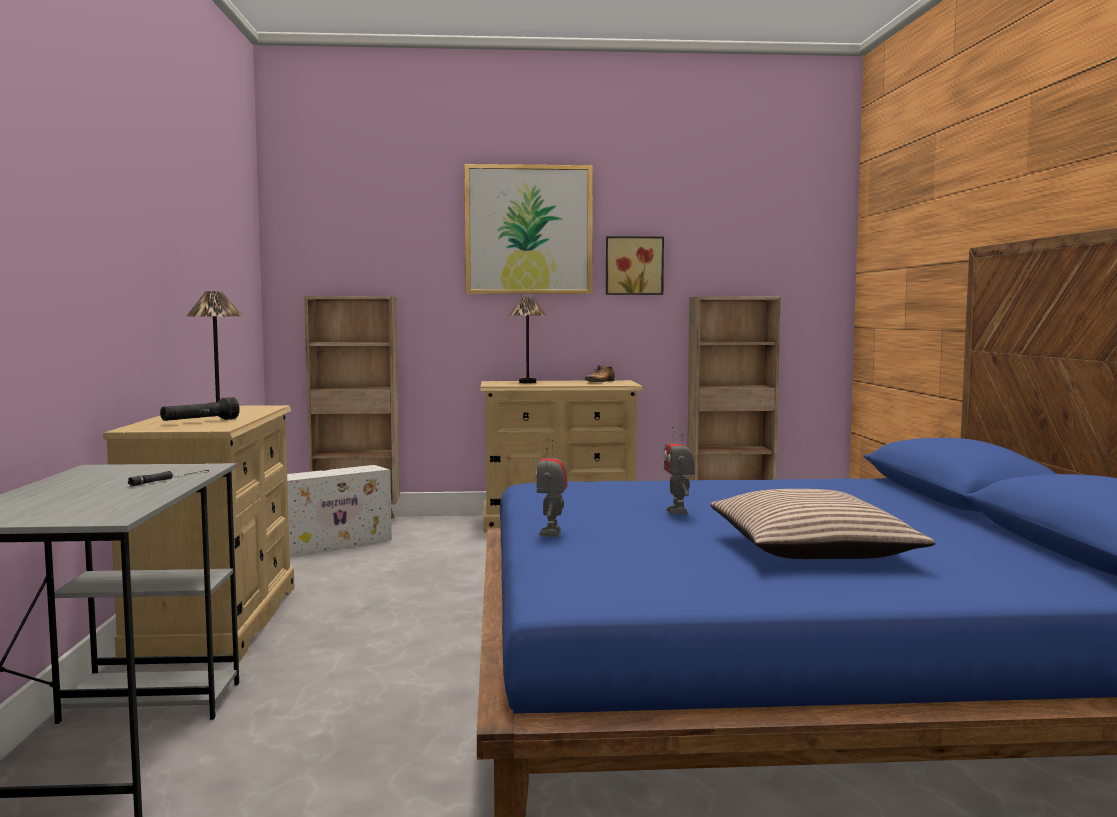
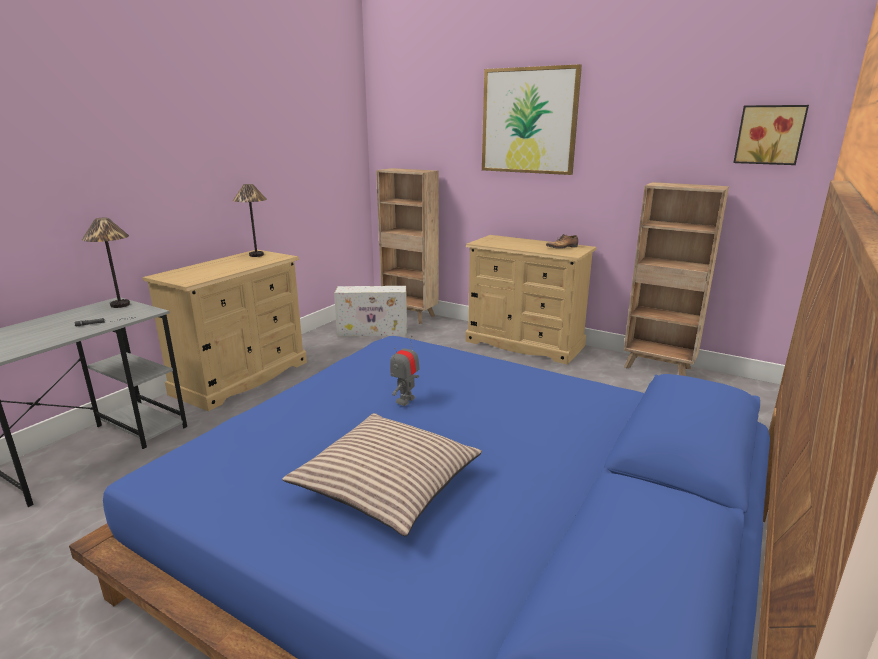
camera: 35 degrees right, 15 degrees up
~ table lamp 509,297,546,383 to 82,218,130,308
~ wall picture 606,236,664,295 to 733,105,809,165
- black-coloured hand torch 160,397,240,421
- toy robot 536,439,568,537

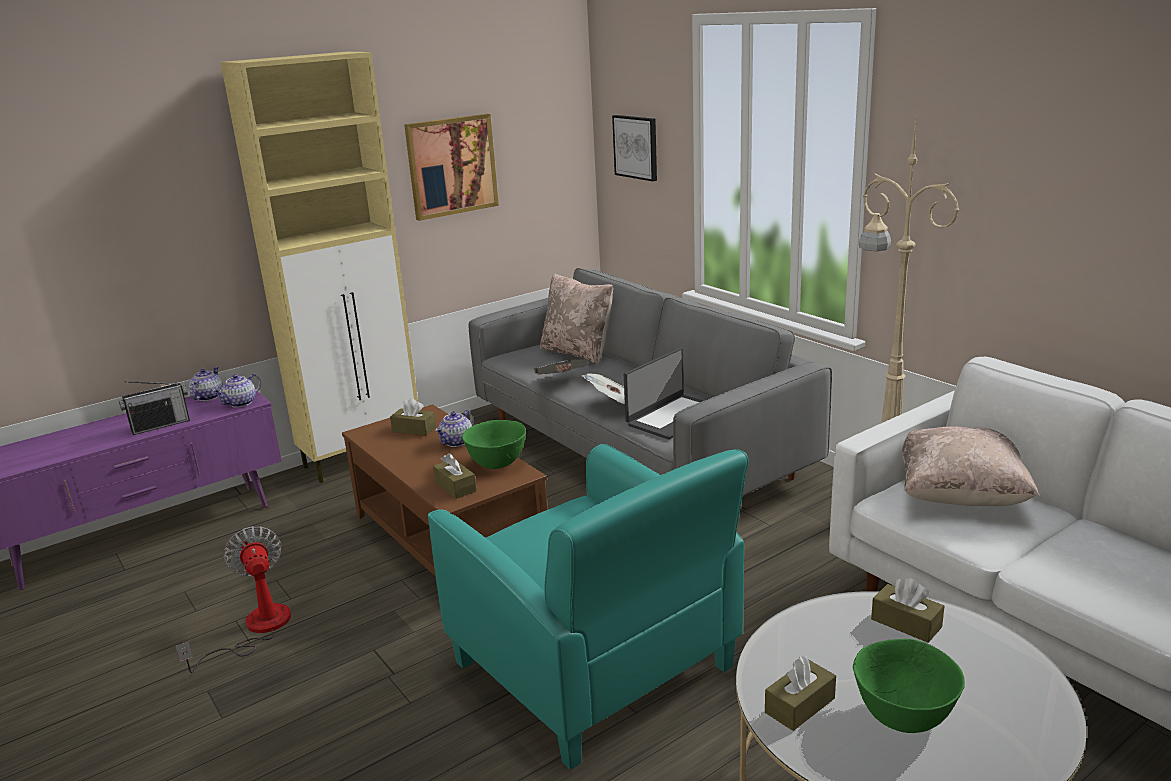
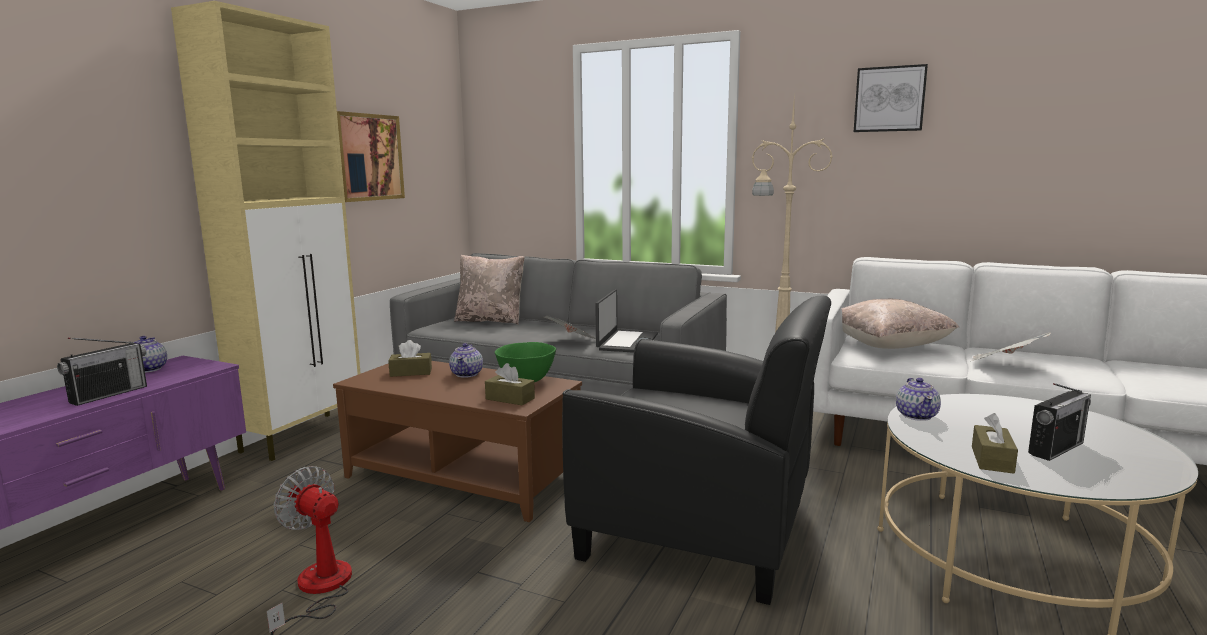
camera: 30 degrees left, 10 degrees down
~ turquoise-coloured armchair 428,444,749,770 to black-coloured armchair 562,295,831,605
~ wall picture 612,115,657,181 to 854,64,928,132
~ tea pot 213,374,261,408 to 896,378,941,421
~ daily paper 534,359,590,375 to 970,333,1051,362
~ green bowl 853,639,965,733 to radio 1028,383,1091,461
- brownish tissue holder 871,578,944,643

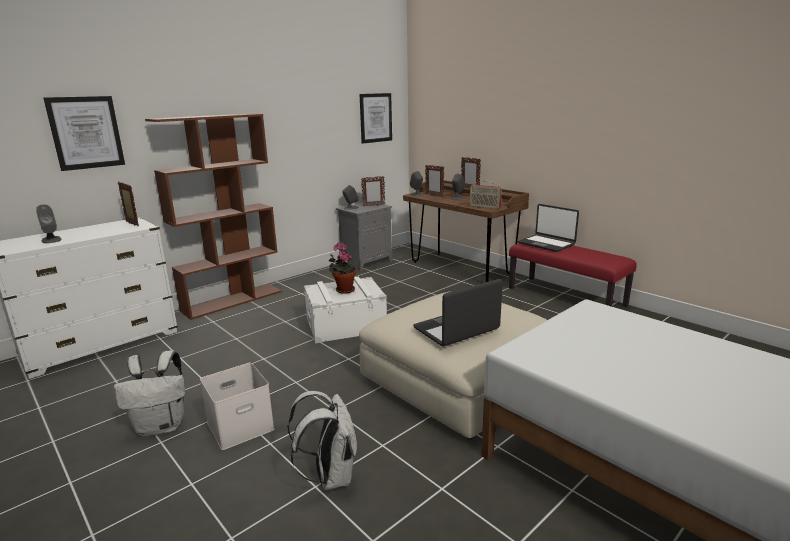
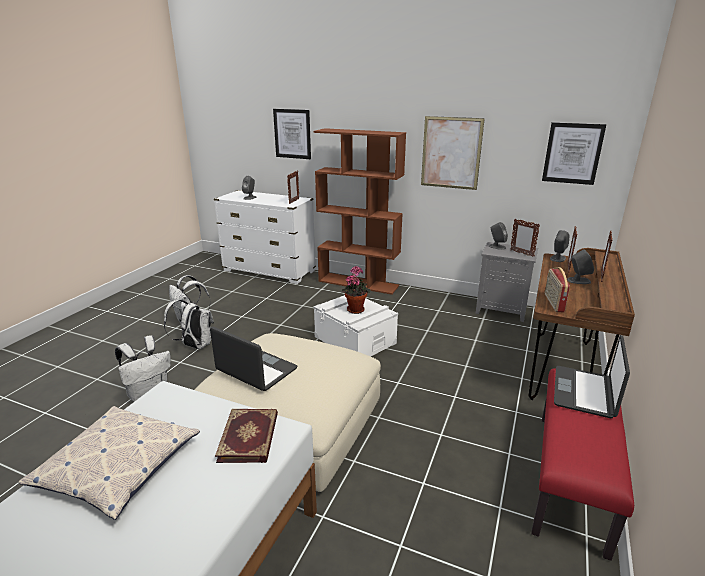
camera: 65 degrees right, 5 degrees up
+ throw pillow 18,406,200,520
~ whitish storage bin 200,363,274,450 to whitish knapsack 164,299,214,349
+ bound book 215,409,278,463
+ wall picture 421,116,485,190

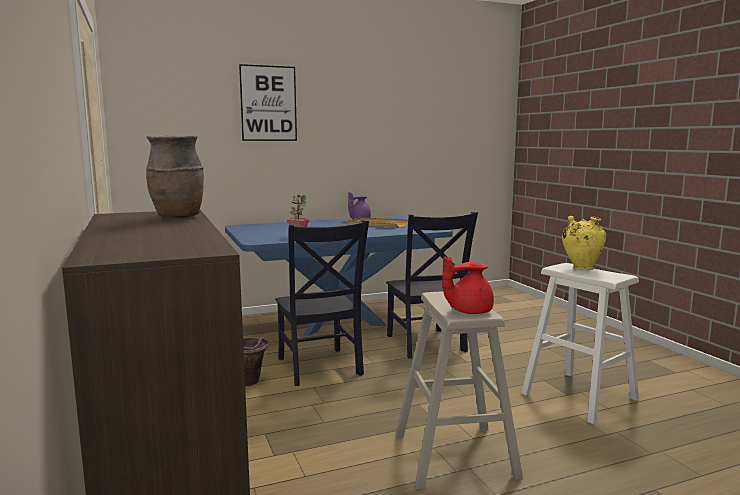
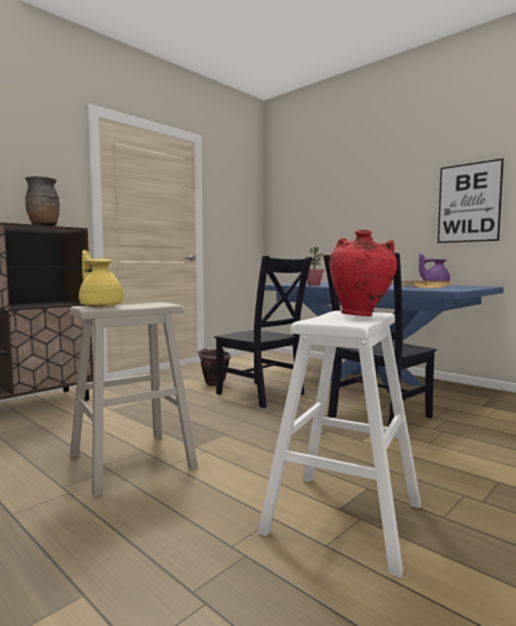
camera: 65 degrees right, 5 degrees down
~ red-coloured tea pot 442,256,494,314 to yellowish tea pot 79,250,123,307
~ black-coloured chair 275,220,369,386 = 214,256,312,408 90 degrees counterclockwise
~ yellowish vase 562,216,606,270 to red-coloured vase 330,230,397,316
~ wall picture 239,64,297,141 to 438,158,504,243

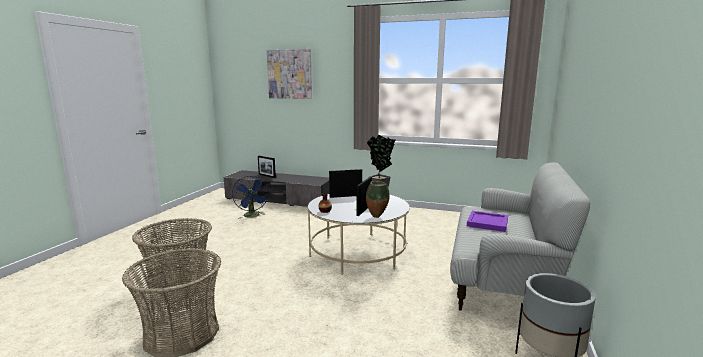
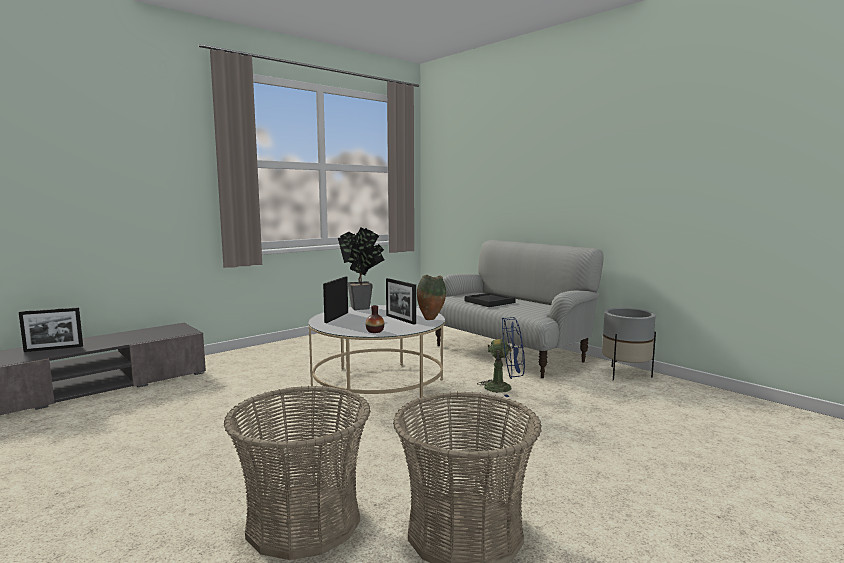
camera: 60 degrees left, 5 degrees down
~ purple-coloured carrying tray 467,211,508,232 to black-coloured carrying tray 465,292,516,307
~ bluish electric fan 232,176,269,219 to 477,317,525,397
- wall picture 267,49,312,99

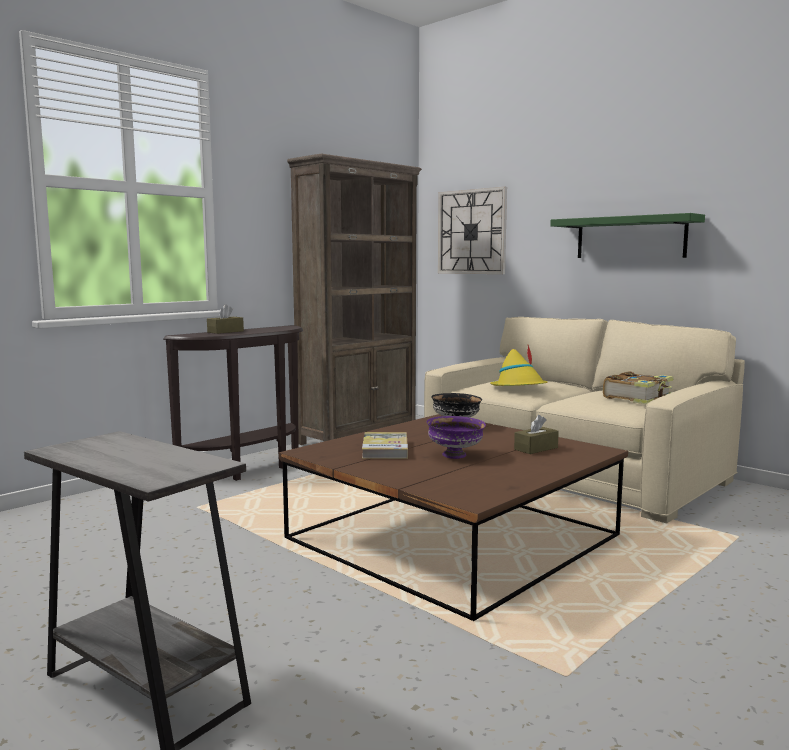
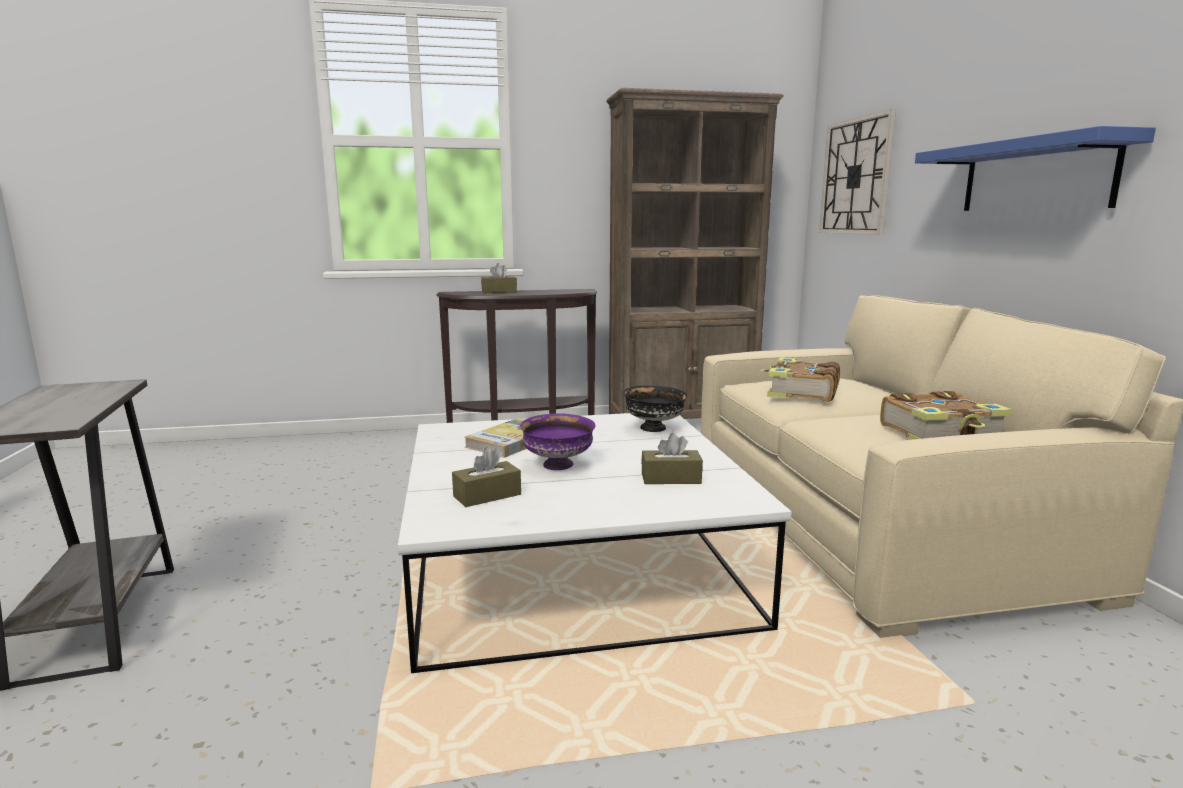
camera: 35 degrees right, 5 degrees up
~ brownish lounge table 279,414,628,621 to whitish lounge table 398,413,792,673
+ brownish tissue holder 452,447,521,507
~ yellowish wearable hat 490,345,547,386 to bound book 760,357,840,402
~ green bracket shelf 550,213,705,258 to bluish bracket shelf 915,126,1156,211

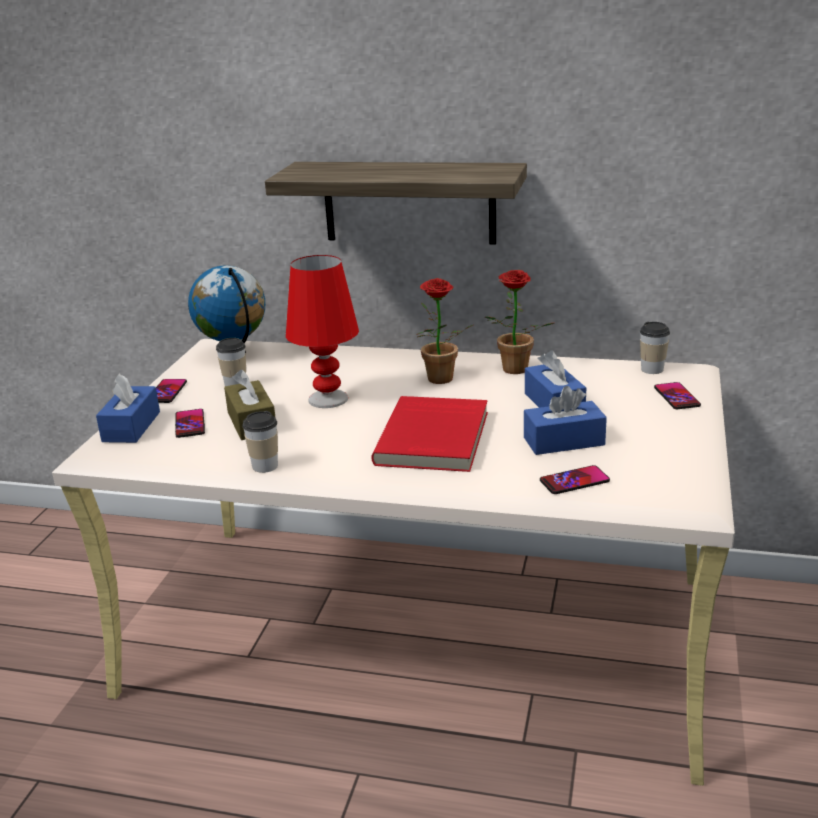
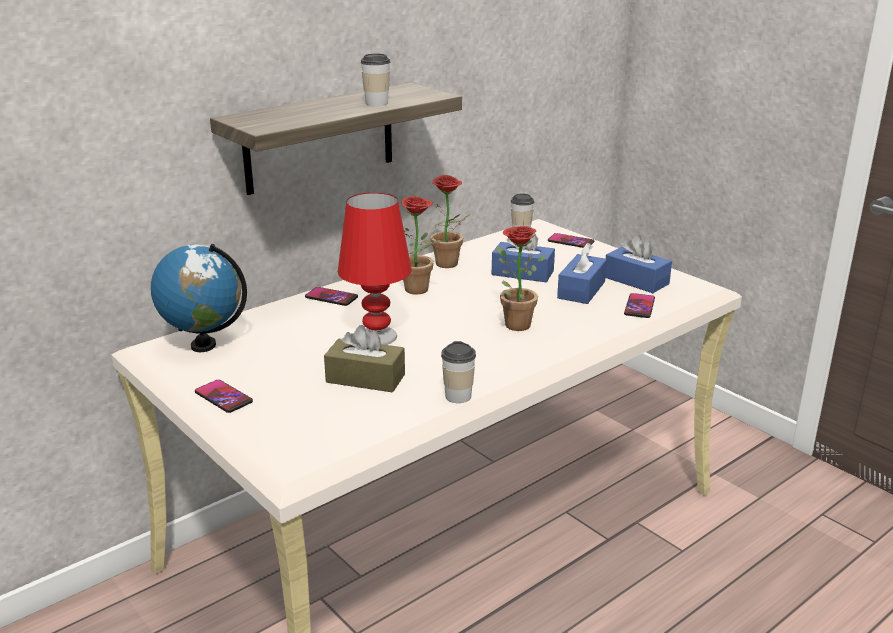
camera: 55 degrees left, 0 degrees up
~ phone 175,409,205,438 to 305,287,358,306
~ drinking cup 216,338,246,386 to 361,53,390,106
~ red-coloured bound book 371,396,488,472 to potted plant 496,226,546,331
~ bluish tissue holder 96,373,160,443 to 605,235,672,293

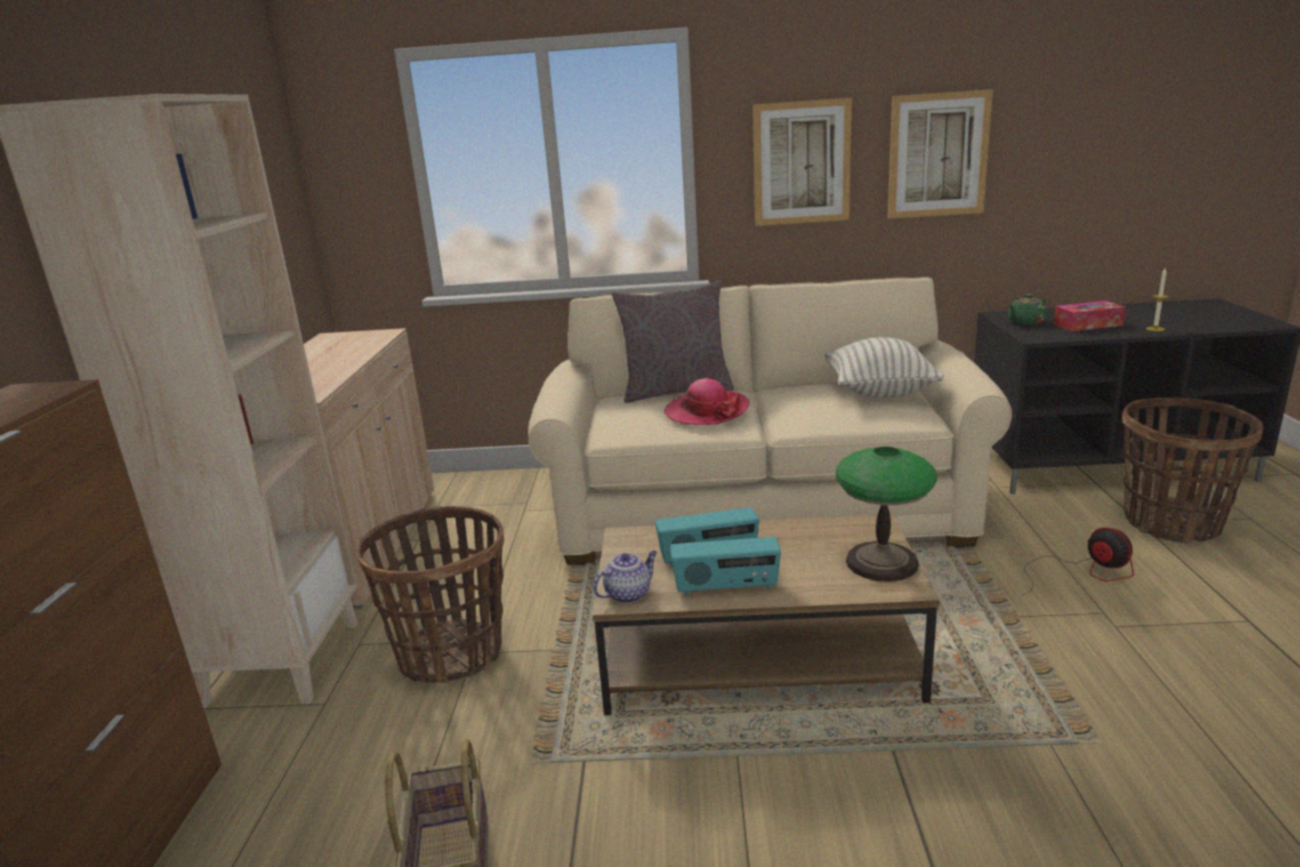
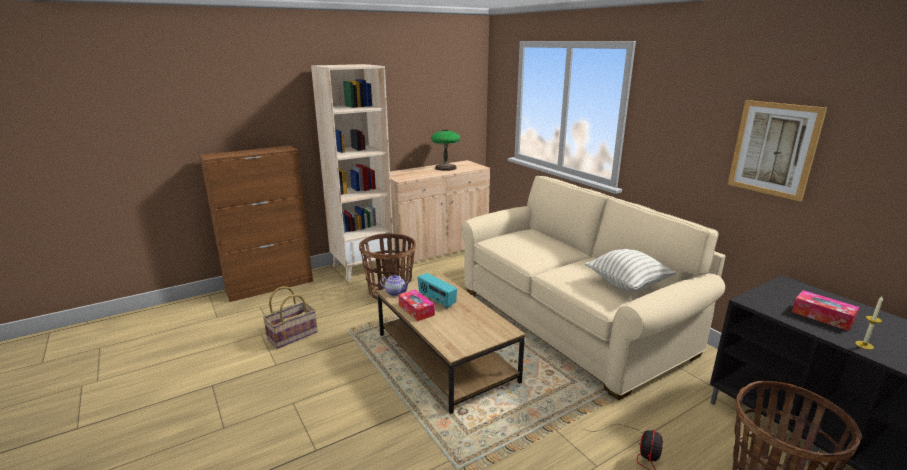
camera: 55 degrees right, 0 degrees up
~ radio 670,537,781,596 to tissue holder 398,290,435,321
~ table lamp 836,447,937,582 to 431,130,461,171
- greyish throw pillow 612,280,734,403
- wearable hat 664,378,750,425
- wall picture 753,98,852,226
- green tea pot 1008,294,1047,325

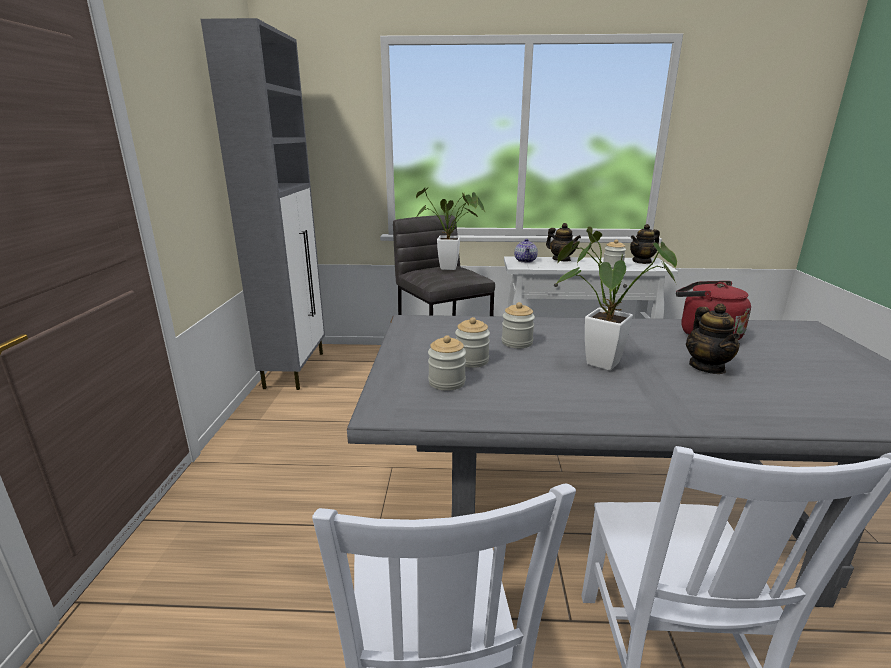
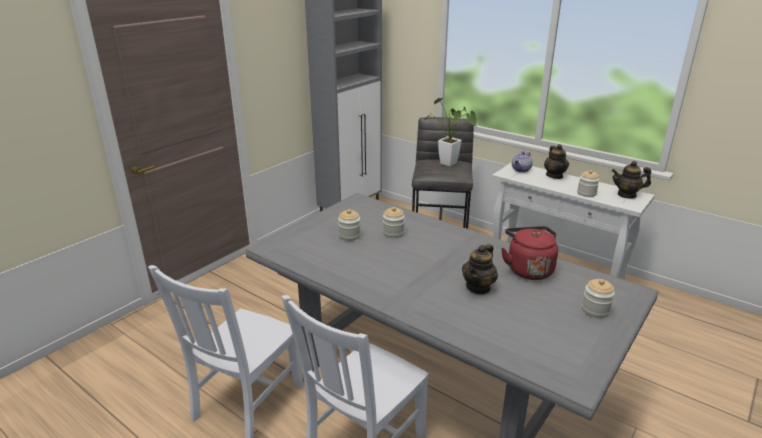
camera: 35 degrees right, 5 degrees up
~ storage jar 428,335,466,391 to 582,279,615,318
- potted plant 556,227,677,371

